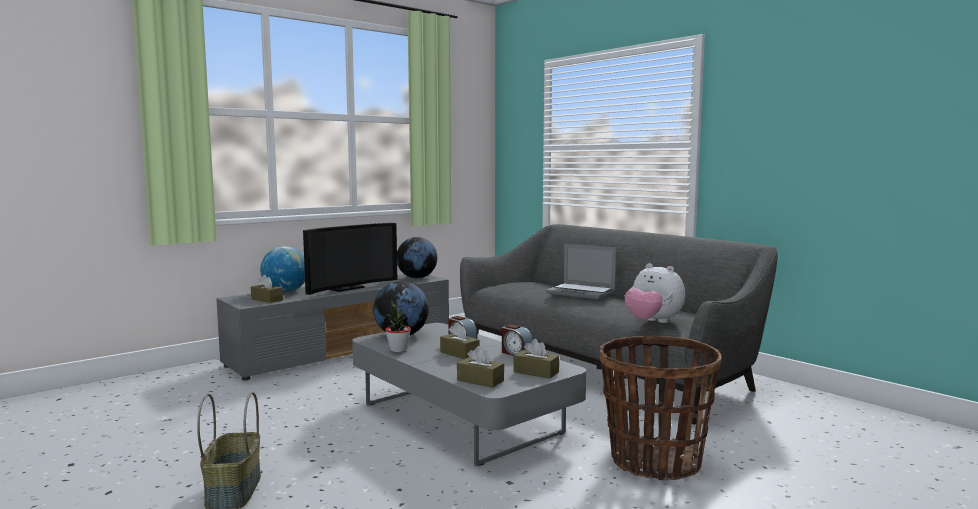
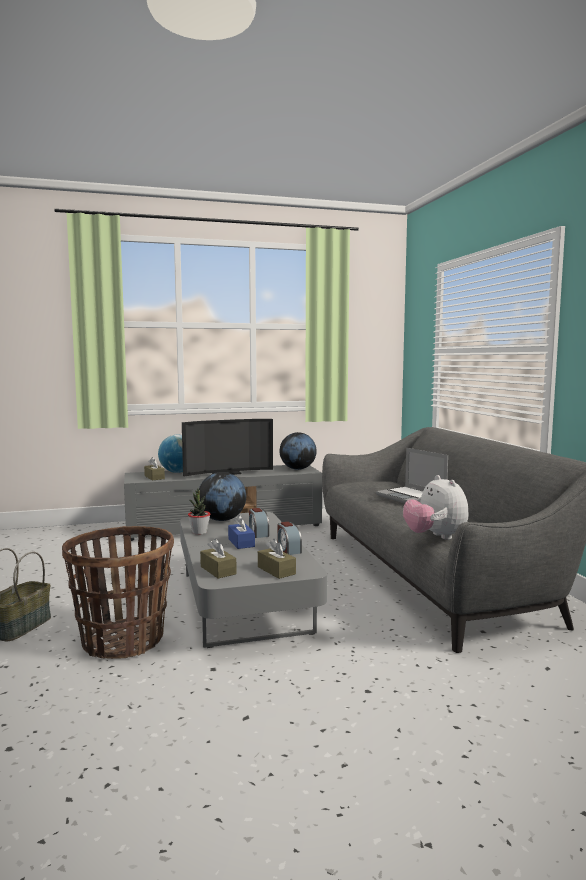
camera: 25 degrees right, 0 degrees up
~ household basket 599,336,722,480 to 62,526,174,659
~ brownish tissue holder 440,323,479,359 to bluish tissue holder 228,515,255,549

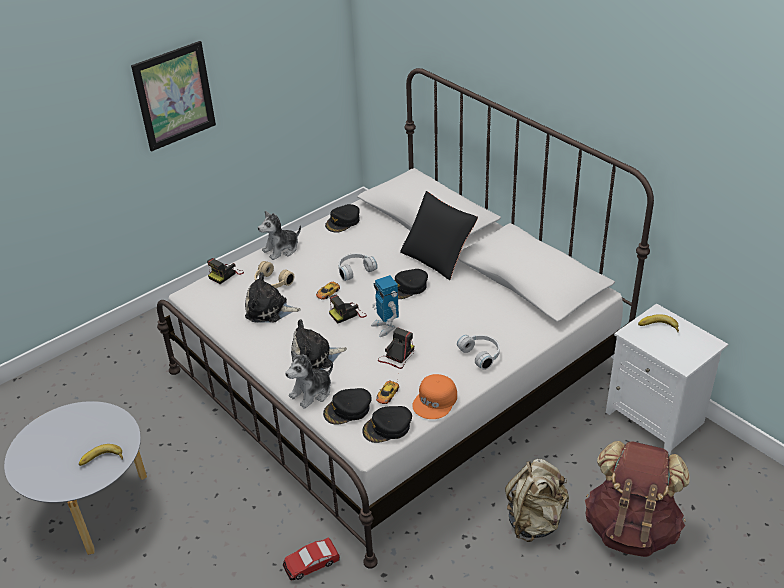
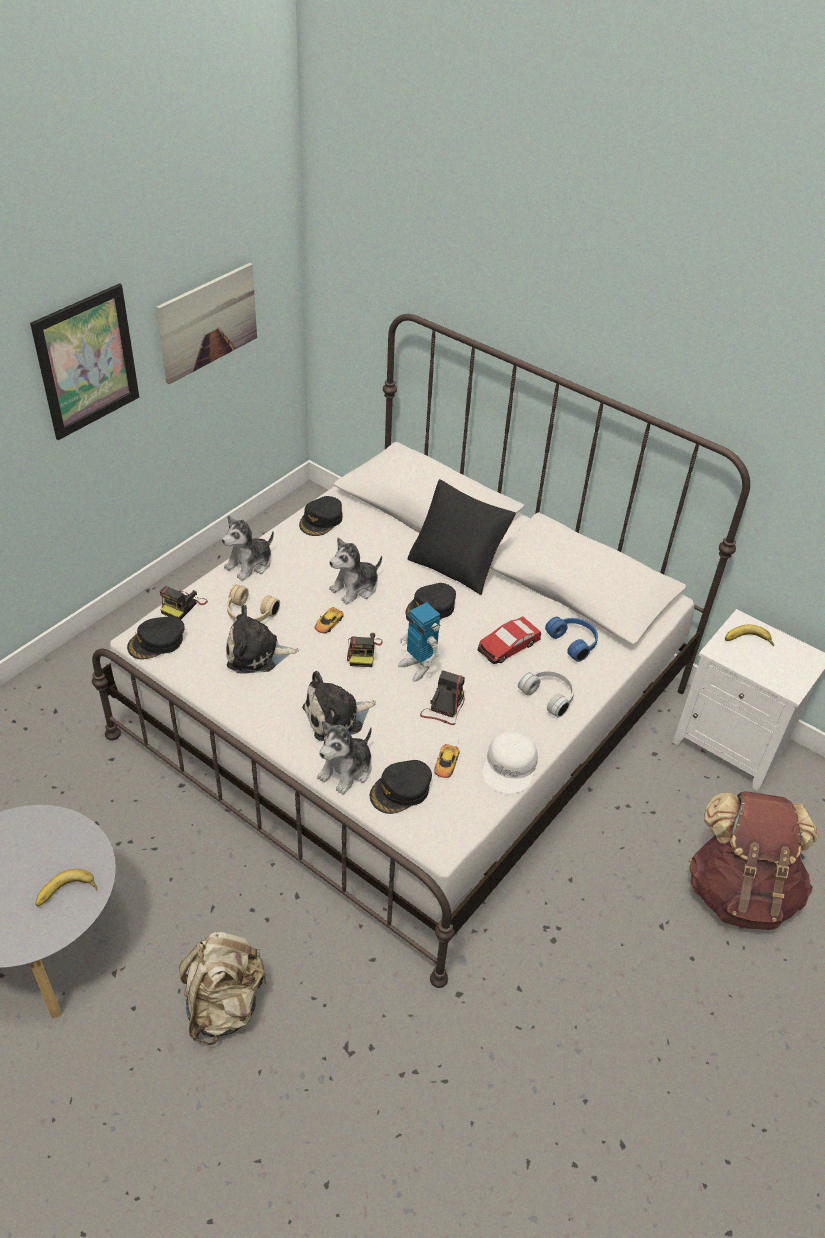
camera: 15 degrees left, 5 degrees up
~ black-coloured cap 362,406,412,443 to 127,616,185,660
+ wall picture 156,263,257,384
~ sand-coloured knapsack 505,459,569,542 to 179,932,267,1045
~ whitish headphones 338,253,378,281 to cuddly toy 329,538,382,604
~ still camera 329,295,367,323 = 347,633,383,667 45 degrees counterclockwise
~ model car 283,537,340,580 to 478,616,541,664
~ orangey cap 412,374,457,419 to whitish cap 482,732,538,794
+ bluish headphones 545,617,598,662

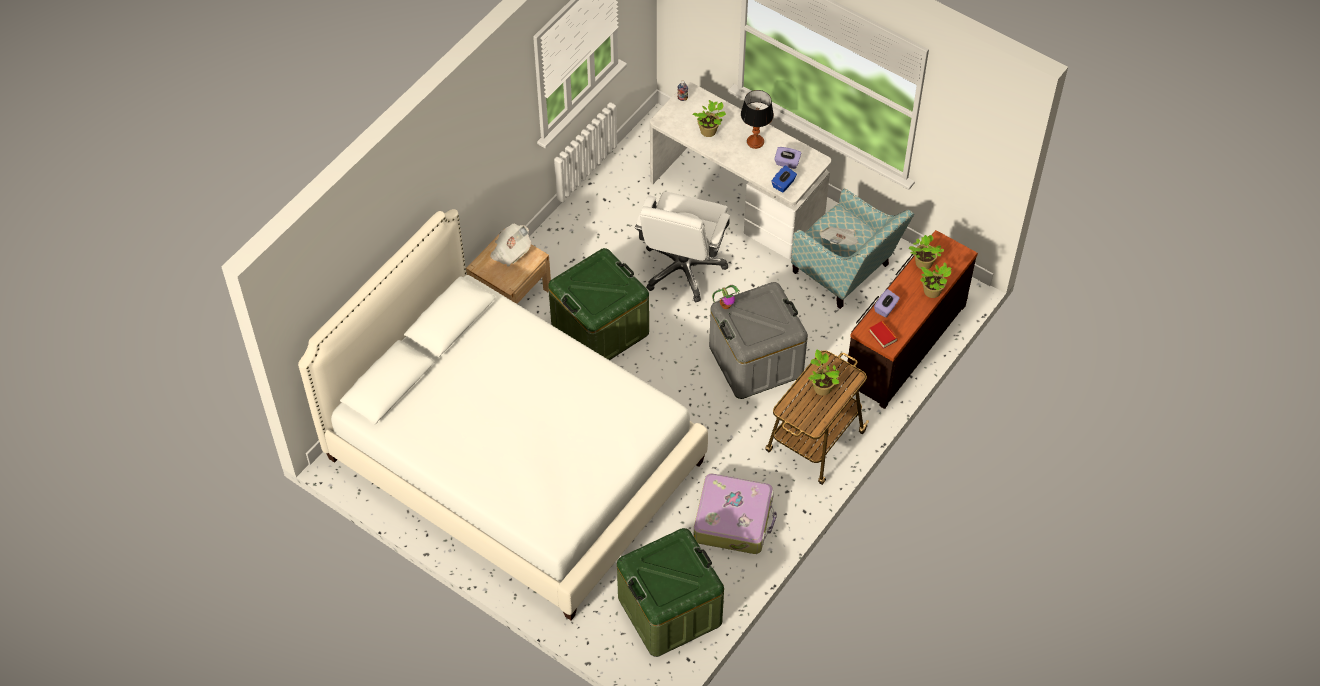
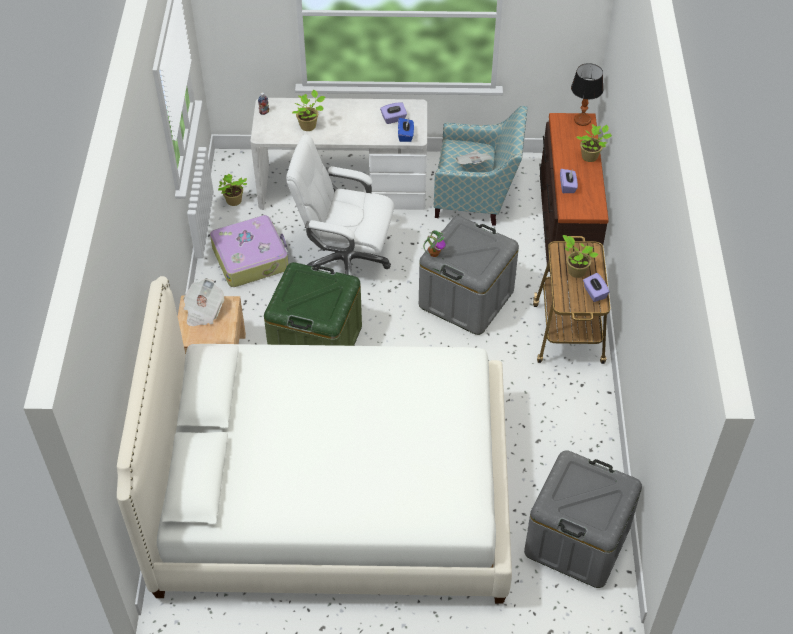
camera: 35 degrees left, 5 degrees down
~ piece of luggage 694,474,777,554 to 210,215,289,287
~ potted plant 908,235,944,269 to 218,174,247,206
~ whitish office chair 635,191,730,302 = 286,134,394,276 120 degrees clockwise
~ green storage bin 617,528,724,657 to greyish storage bin 524,450,642,588
~ table lamp 741,90,774,149 to 571,63,604,126
+ purple-coloured tissue holder 583,273,610,302
- bound book 869,321,898,349

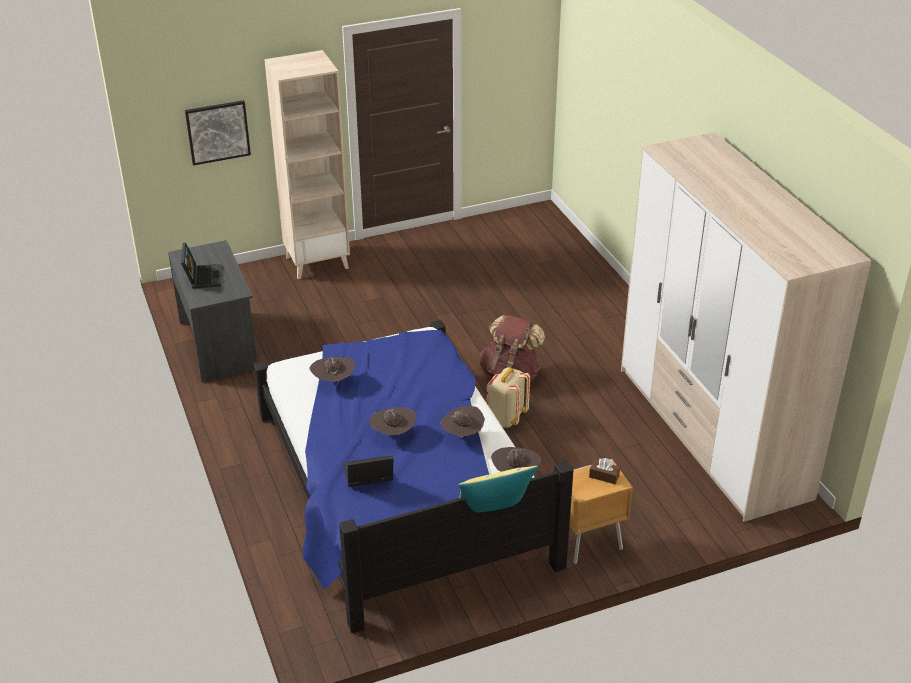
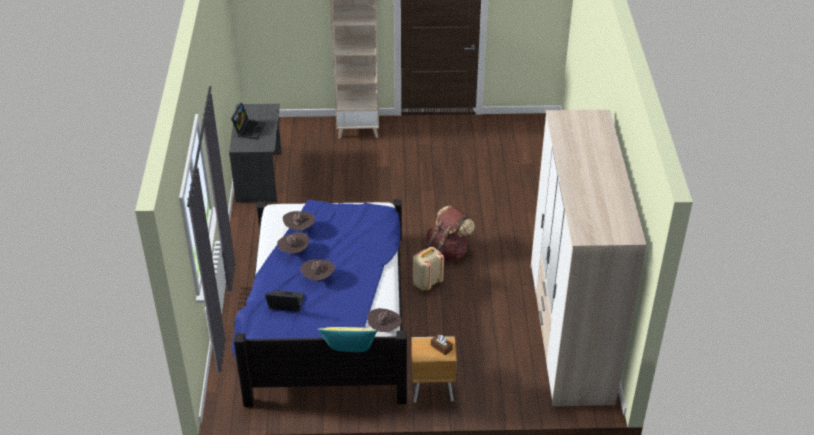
camera: 20 degrees right, 5 degrees up
~ brownish wearable hat 440,406,485,438 to 277,232,309,253
- wall picture 185,100,251,166

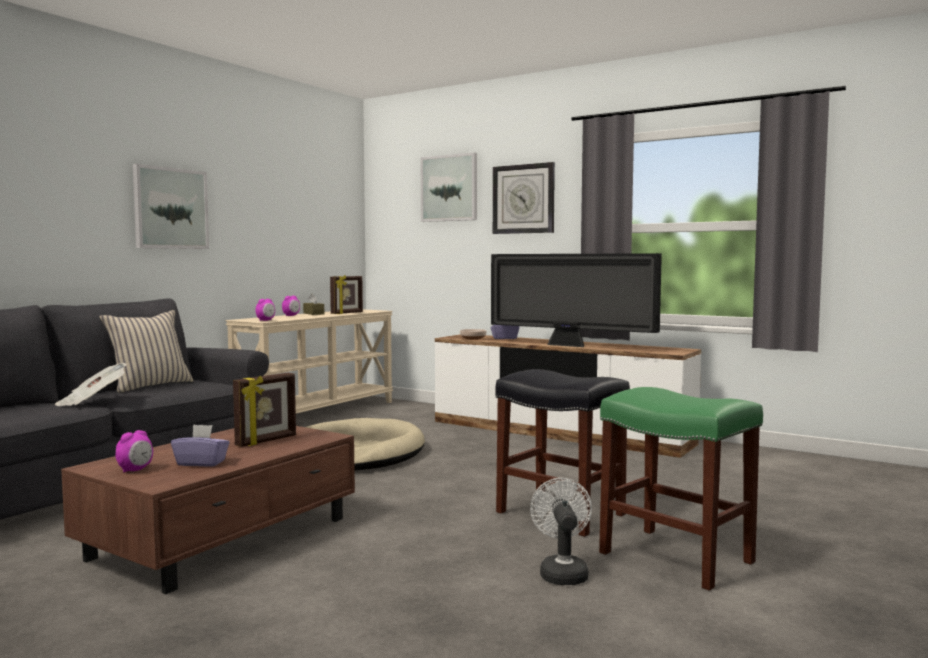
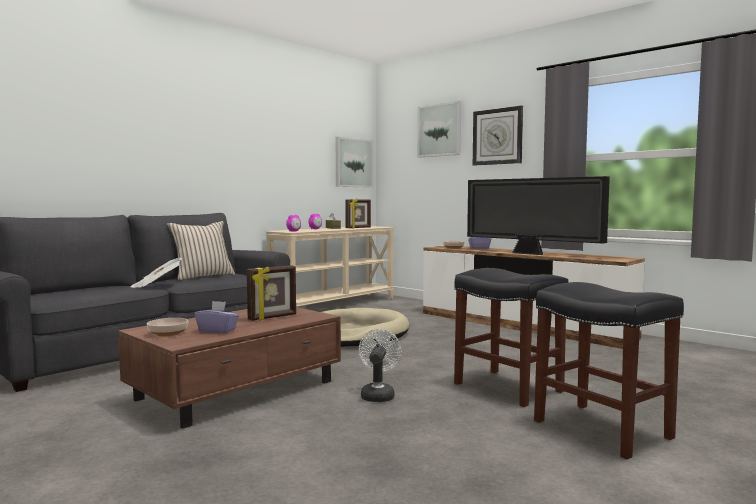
camera: 10 degrees right, 0 degrees up
~ table clock 115,430,153,473 to bowl 147,318,189,336
~ wall picture 133,164,209,249 to 336,137,373,188
~ whitish electric fan 530,478,592,585 to 359,329,402,402
~ green stool seat 599,387,763,591 to black-coloured stool seat 534,282,684,459

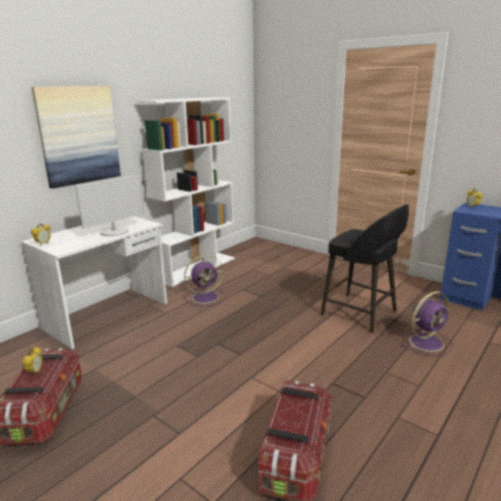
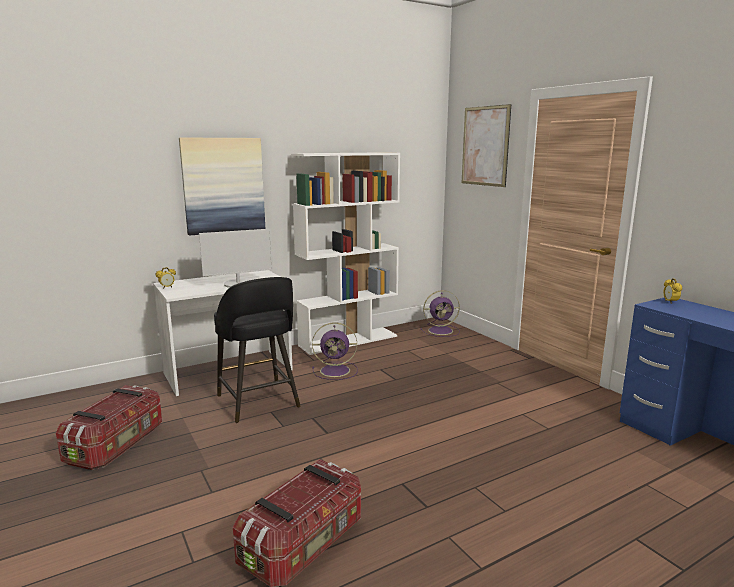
camera: 20 degrees right, 5 degrees down
~ black-coloured stool seat 321,204,409,333 to 214,277,300,423
~ purple-coloured electric fan 401,291,453,356 to 420,290,460,337
+ wall picture 462,104,511,187
- table clock 22,347,43,376

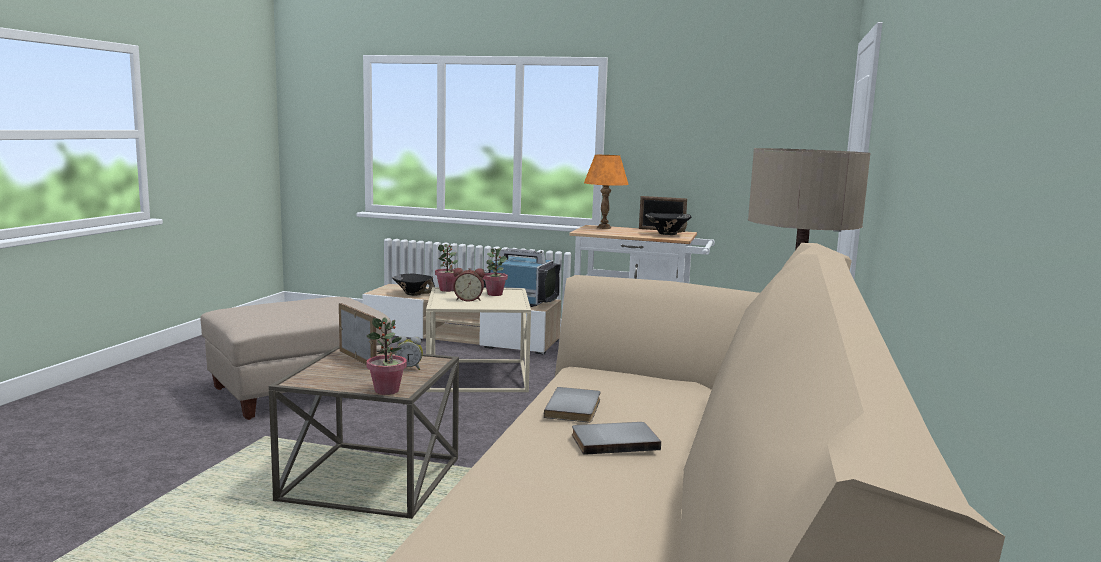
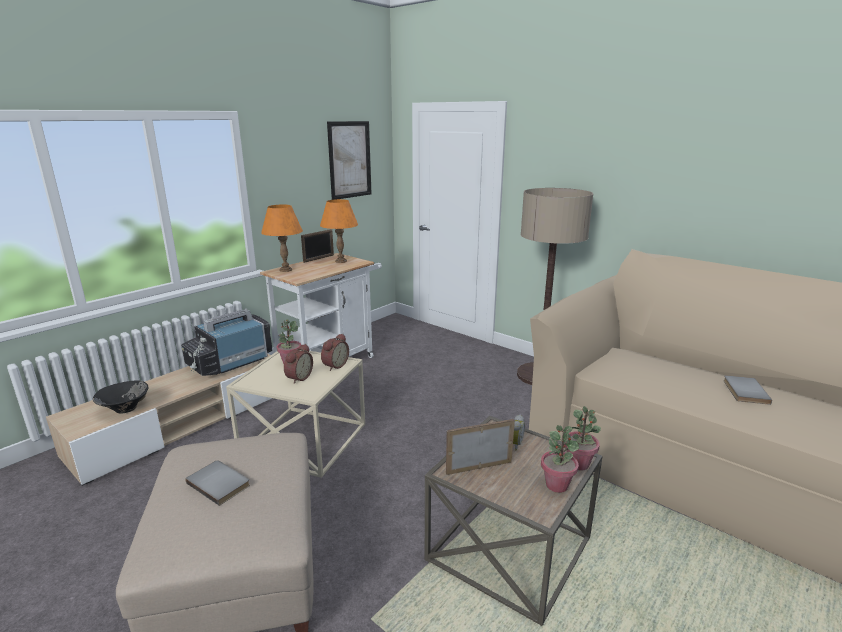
camera: 65 degrees left, 10 degrees up
~ greyish bound book 544,387,601,422 to 185,460,250,506
~ black-coloured bowl 645,213,691,235 to orangey table lamp 320,199,358,263
+ table clock 321,334,349,371
+ wall picture 327,121,372,200
~ potted plant 435,244,458,292 to 541,425,579,493

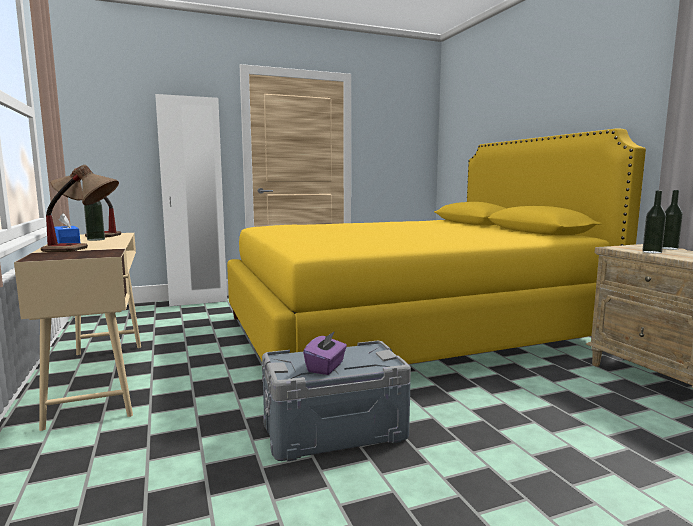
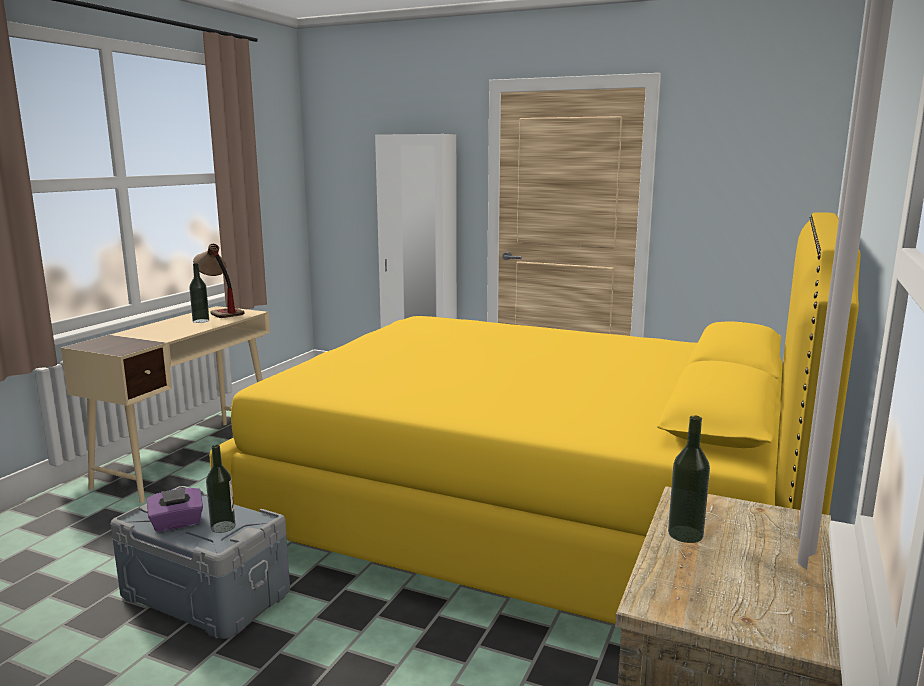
camera: 45 degrees right, 5 degrees up
~ beverage bottle 663,190,683,250 to 206,445,235,533
- table lamp 41,165,119,252
- bluish tissue holder 54,213,80,243

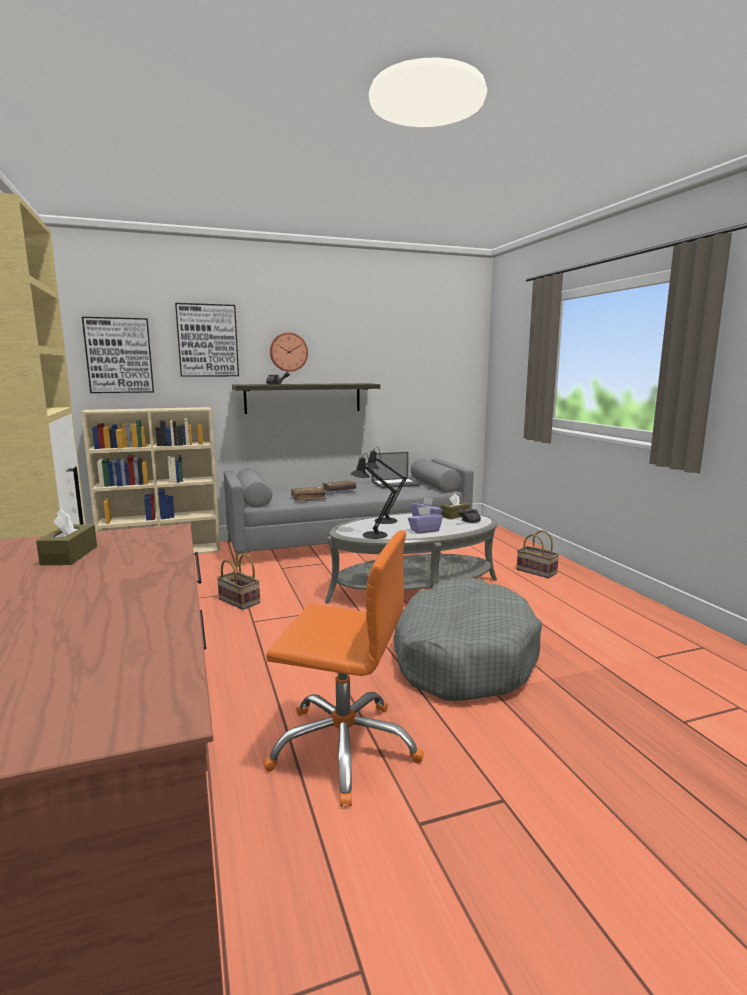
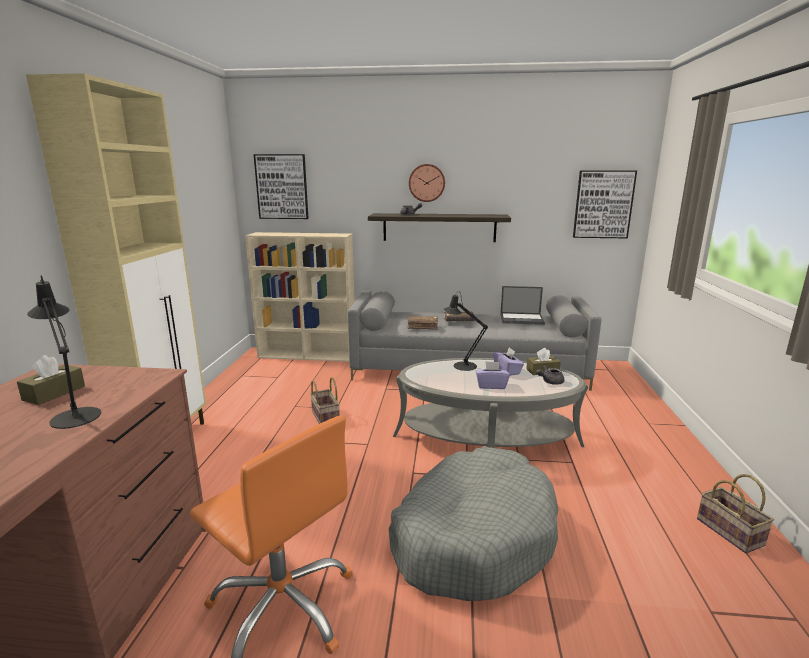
camera: 25 degrees right, 5 degrees up
~ black-coloured table lamp 350,453,396,539 to 27,275,101,429
~ wall picture 175,303,239,377 to 573,171,637,238
~ household basket 517,530,559,578 to 697,474,774,553

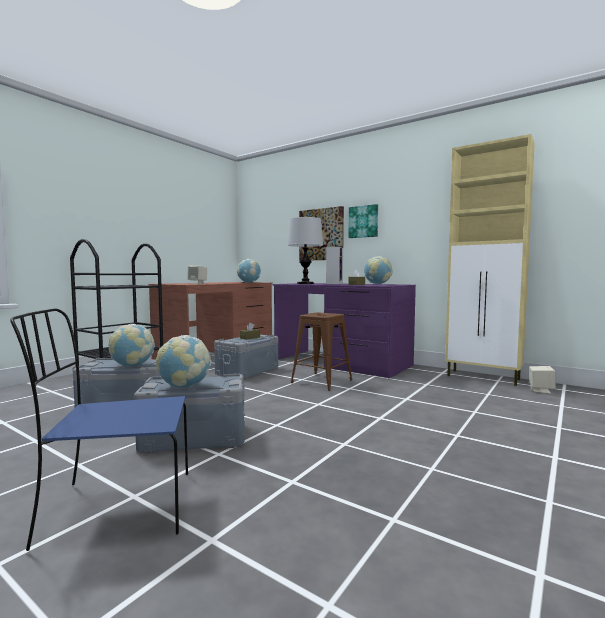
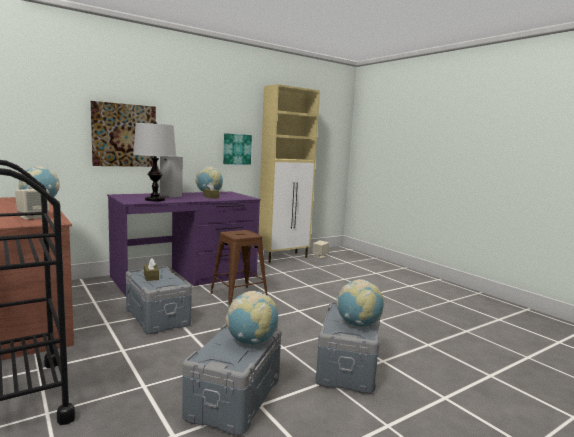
camera: 70 degrees left, 5 degrees up
~ wall picture 348,204,378,238 to 223,133,252,165
- bluish chair 10,309,188,551

